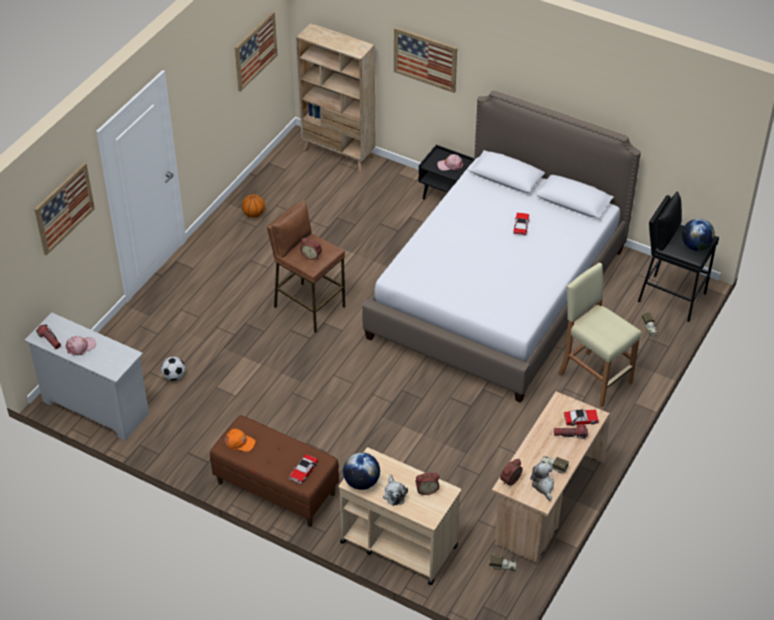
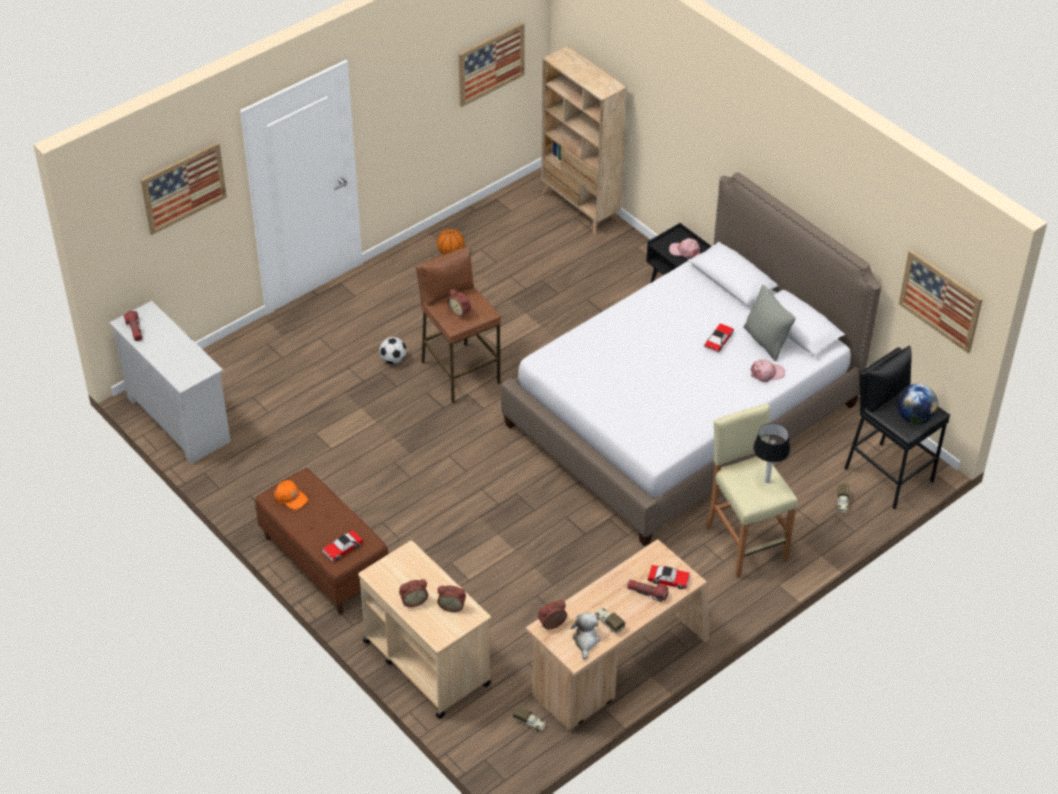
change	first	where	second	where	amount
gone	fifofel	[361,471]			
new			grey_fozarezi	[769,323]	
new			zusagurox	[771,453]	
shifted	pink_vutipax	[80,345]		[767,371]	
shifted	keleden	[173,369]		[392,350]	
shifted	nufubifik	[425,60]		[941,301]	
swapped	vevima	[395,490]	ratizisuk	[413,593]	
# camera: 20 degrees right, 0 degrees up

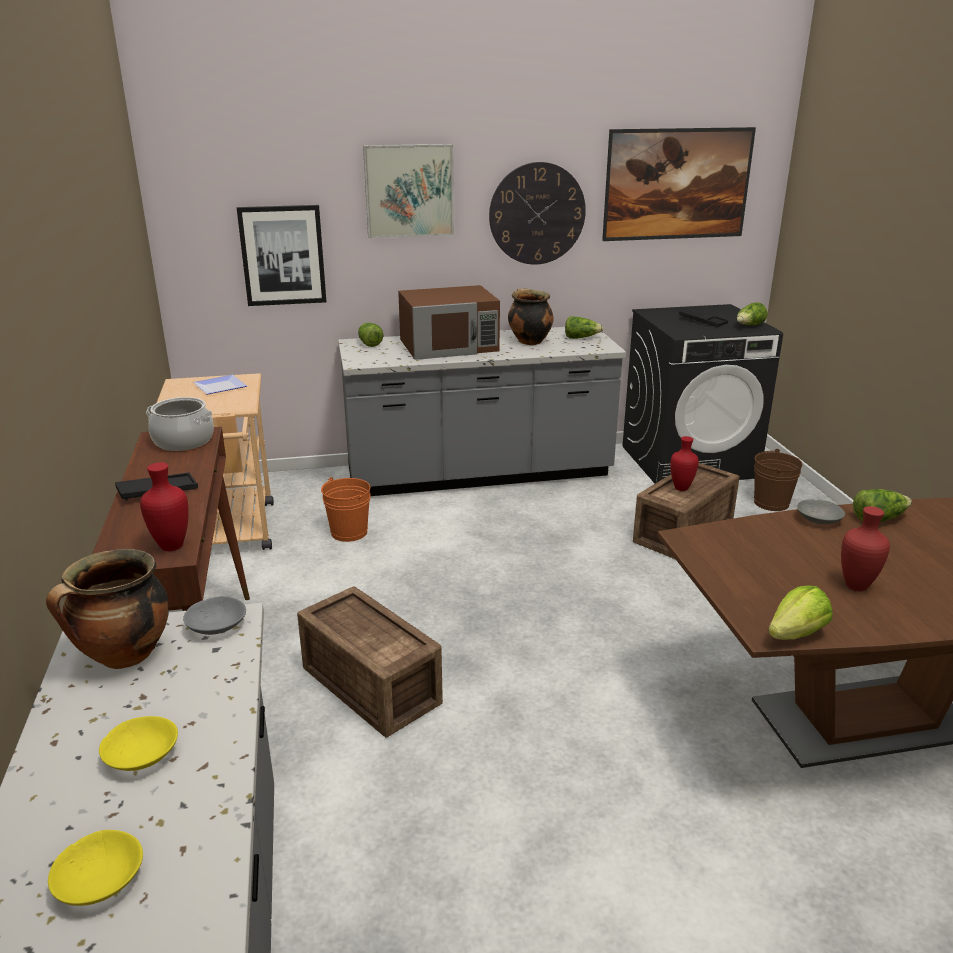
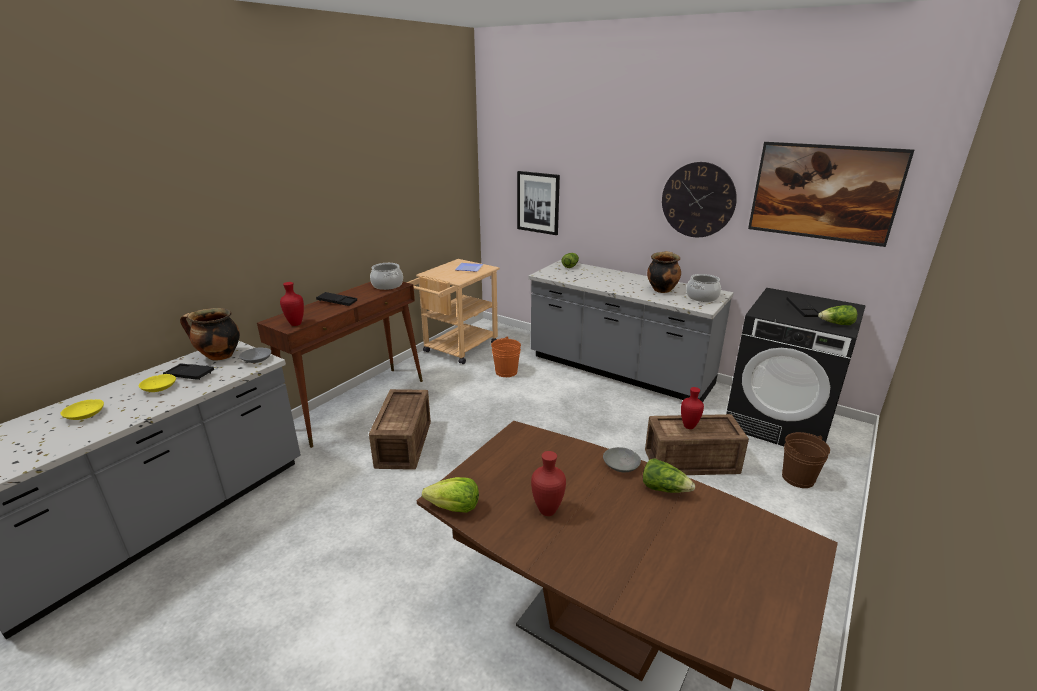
change	first	where	second	where	amount
gone	nufubifik	[408,191]			
gone	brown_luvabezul	[449,322]			
new			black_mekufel	[188,371]	
swapped	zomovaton	[584,327]	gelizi	[703,288]	
# camera: 45 degrees right, 0 degrees up

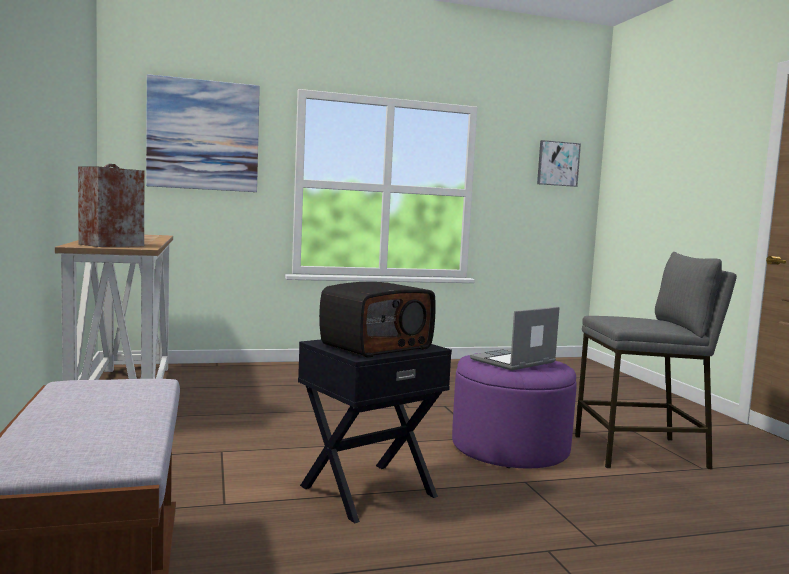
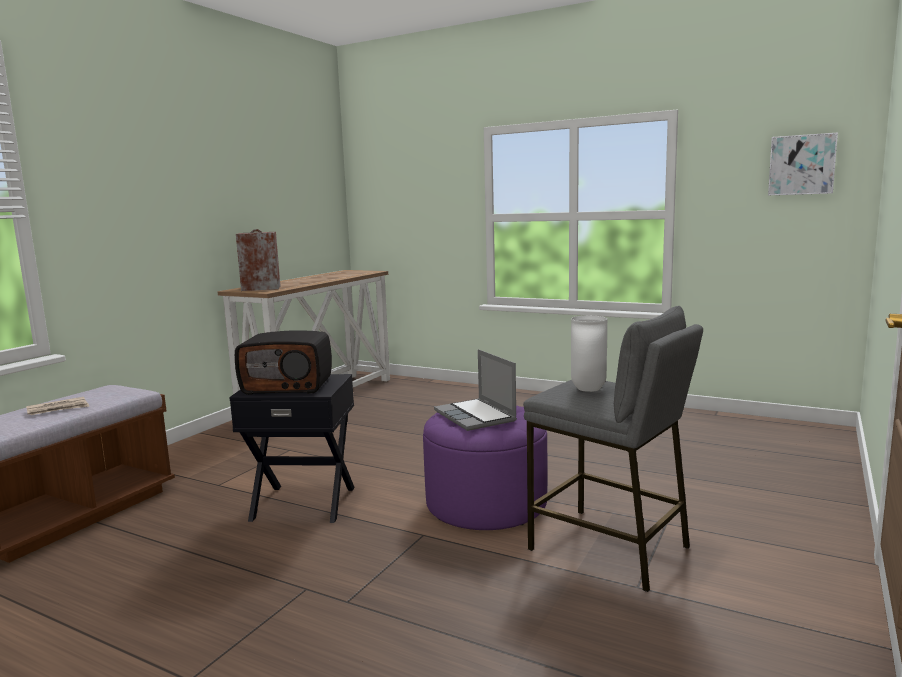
change	first	where	second	where	amount
gone	nufubifik	[203,133]			
new			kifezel	[58,406]	
new			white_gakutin	[589,354]	
rotated	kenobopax	[515,339]		[475,390]	120 degrees counterclockwise
# camera: 45 degrees right, 5 degrees up

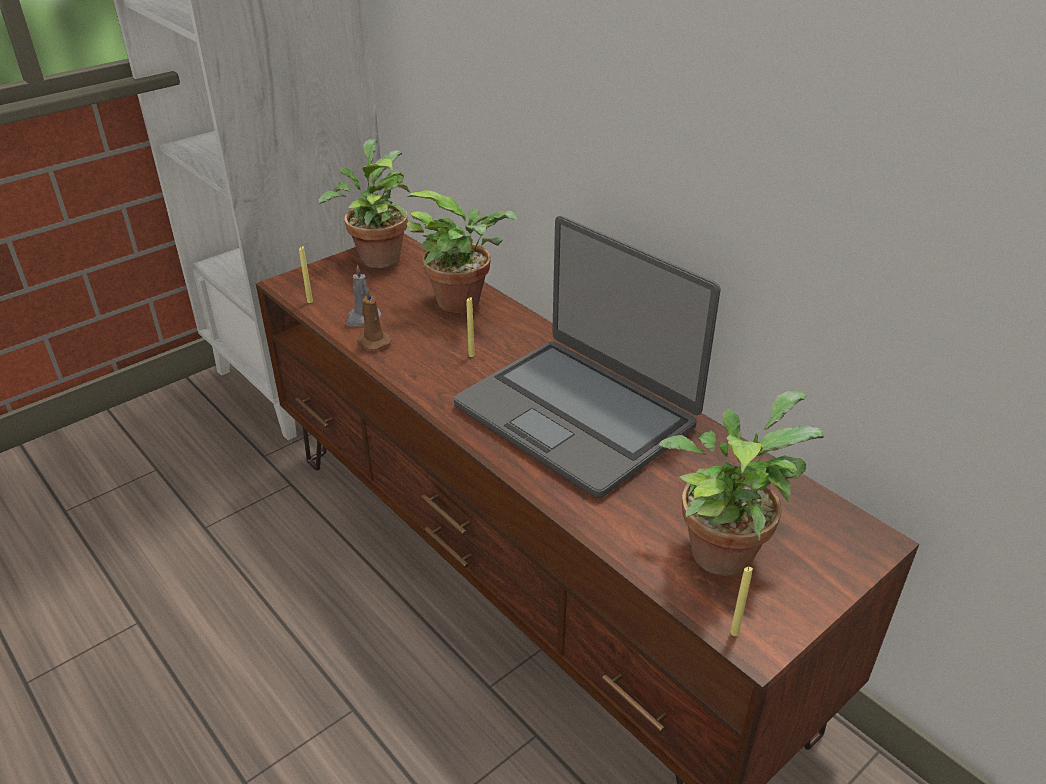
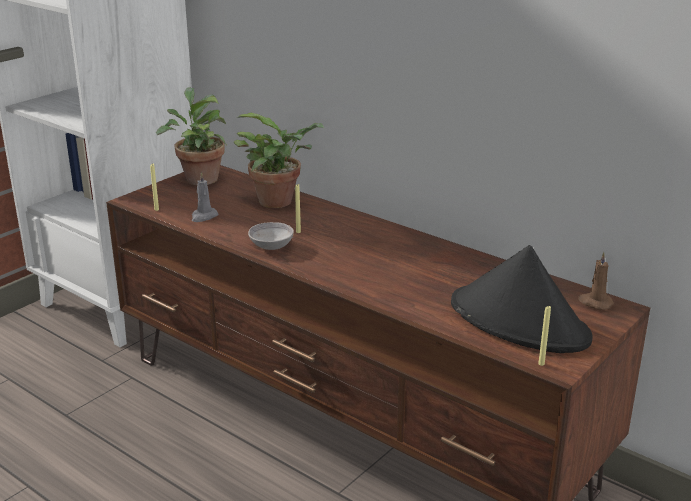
change	first	where	second	where	amount
gone	kenobopax	[587,357]			
new			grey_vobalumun	[271,236]	
shifted	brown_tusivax	[374,319]		[596,281]	
swapped	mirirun	[741,483]	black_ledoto	[521,299]	
# camera: 10 degrees left, 10 degrees down

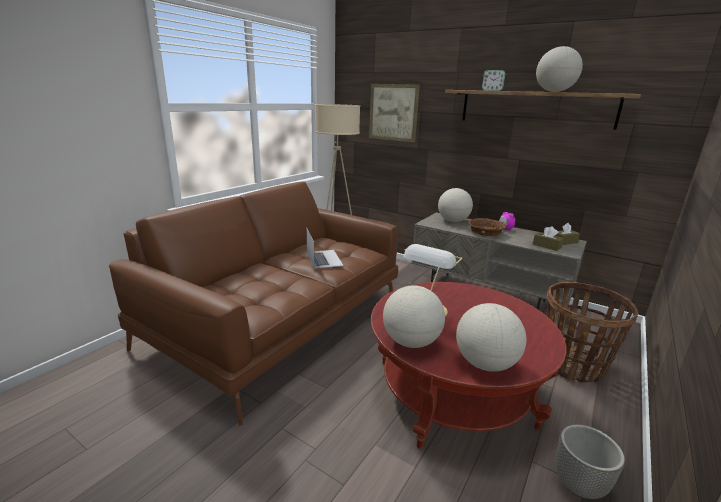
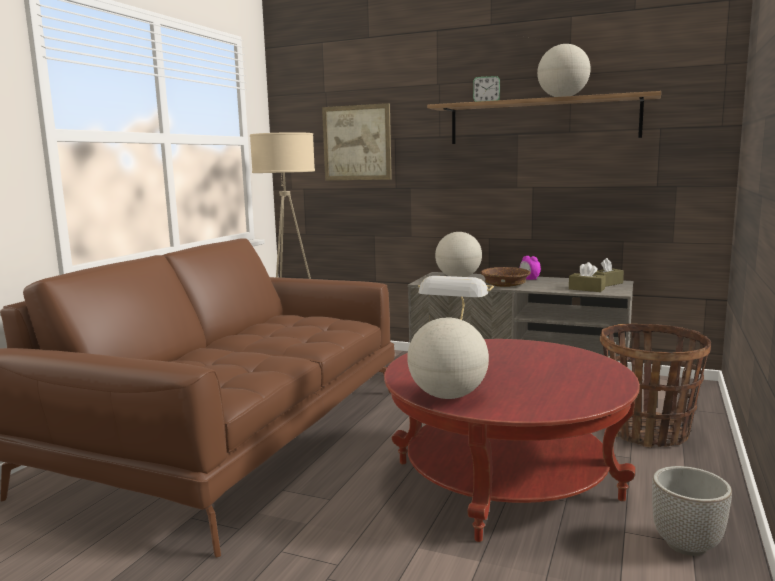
change	first	where	second	where	amount
gone	kenobopax	[325,248]			
gone	fifofel	[491,337]			
# camera: 10 degrees left, 10 degrees down

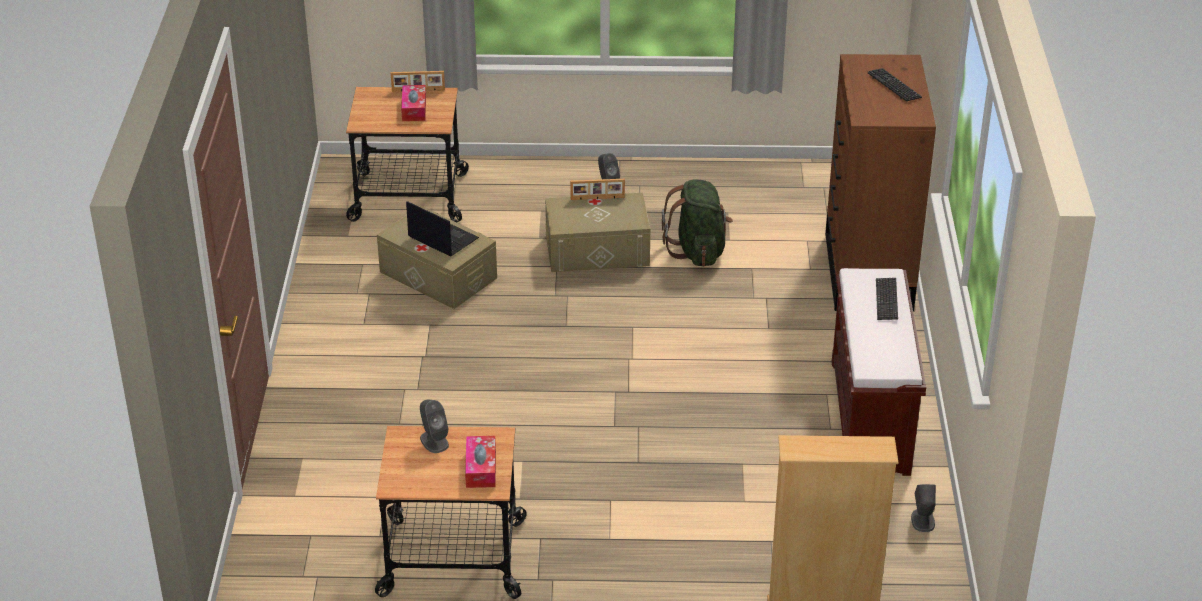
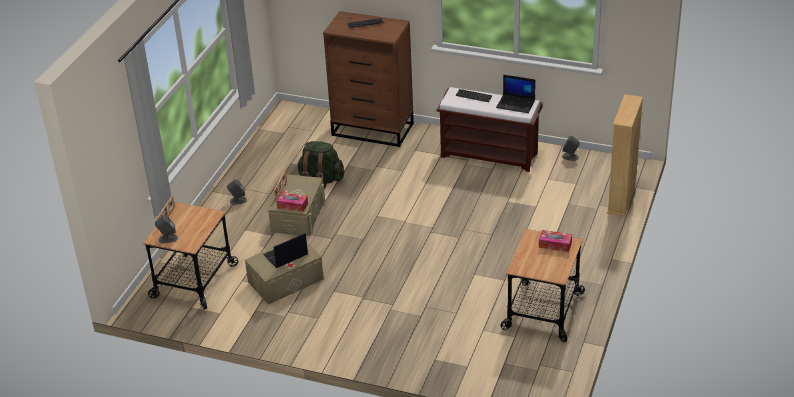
change	first	where	second	where	amount
new			kenobopax	[516,94]	
shifted	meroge	[413,103]		[292,202]	
shifted	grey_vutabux	[434,426]		[166,229]	
# camera: 70 degrees left, 0 degrees up

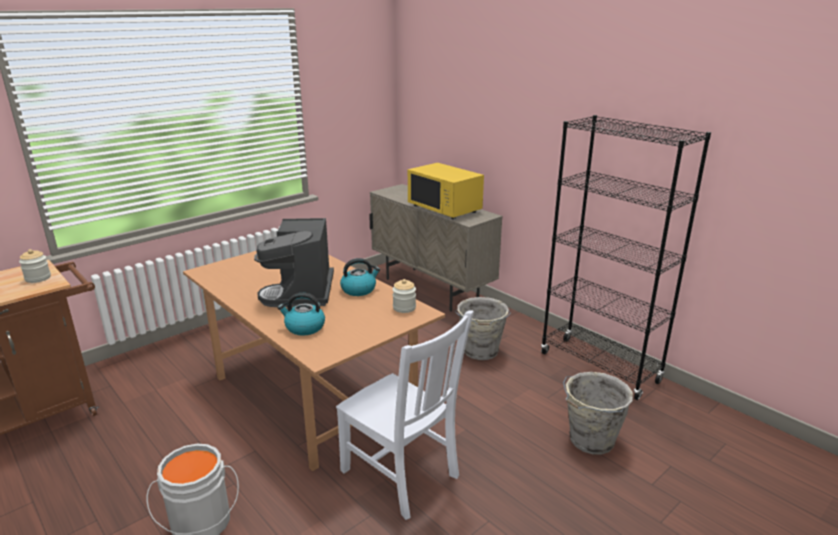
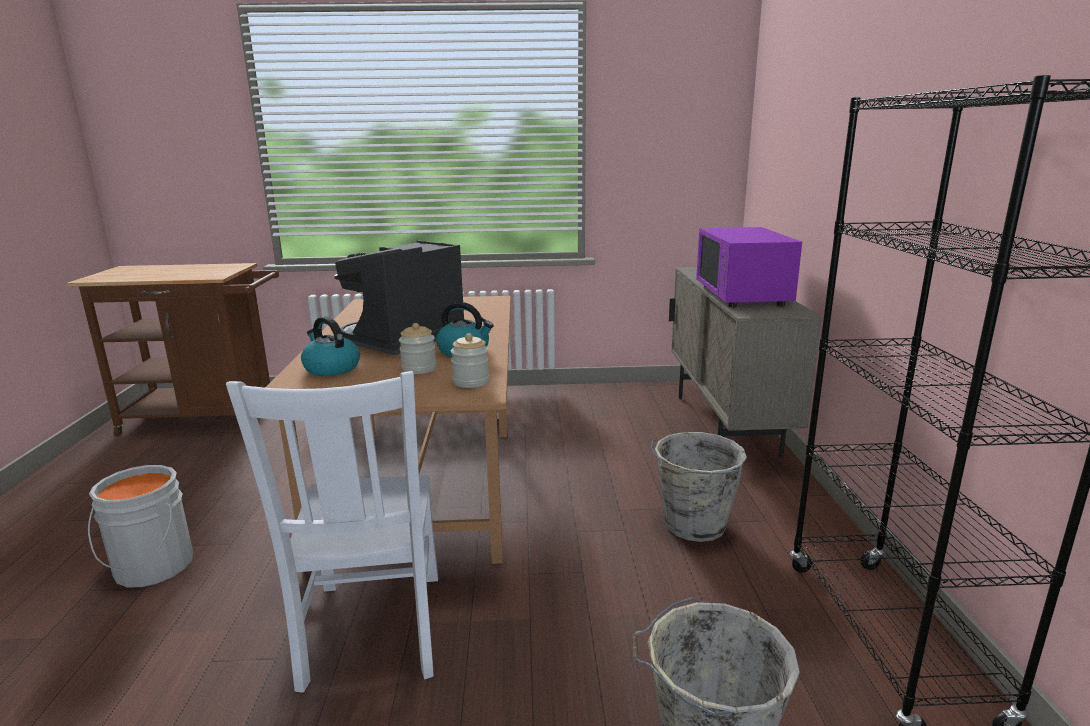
change	first	where	second	where	amount
shifted	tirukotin	[35,266]		[418,348]	
repainted	yellow_luvabezul	[446,191]	purple_luvabezul	[749,267]	
# camera: 40 degrees right, 5 degrees down

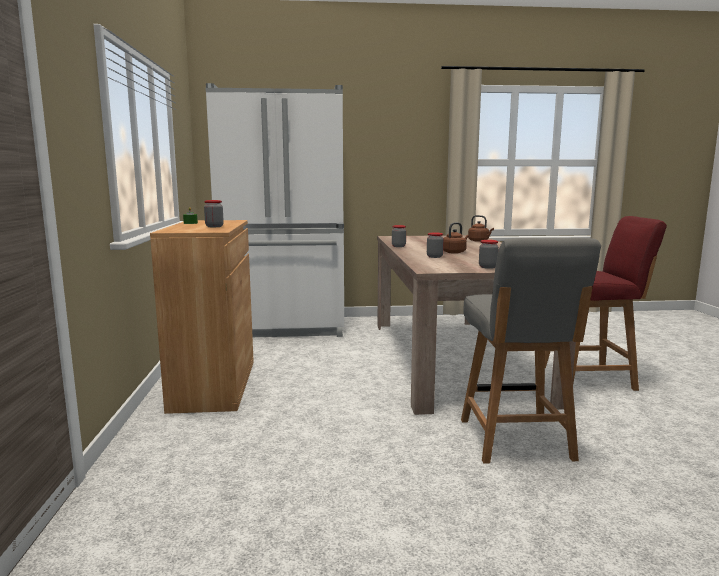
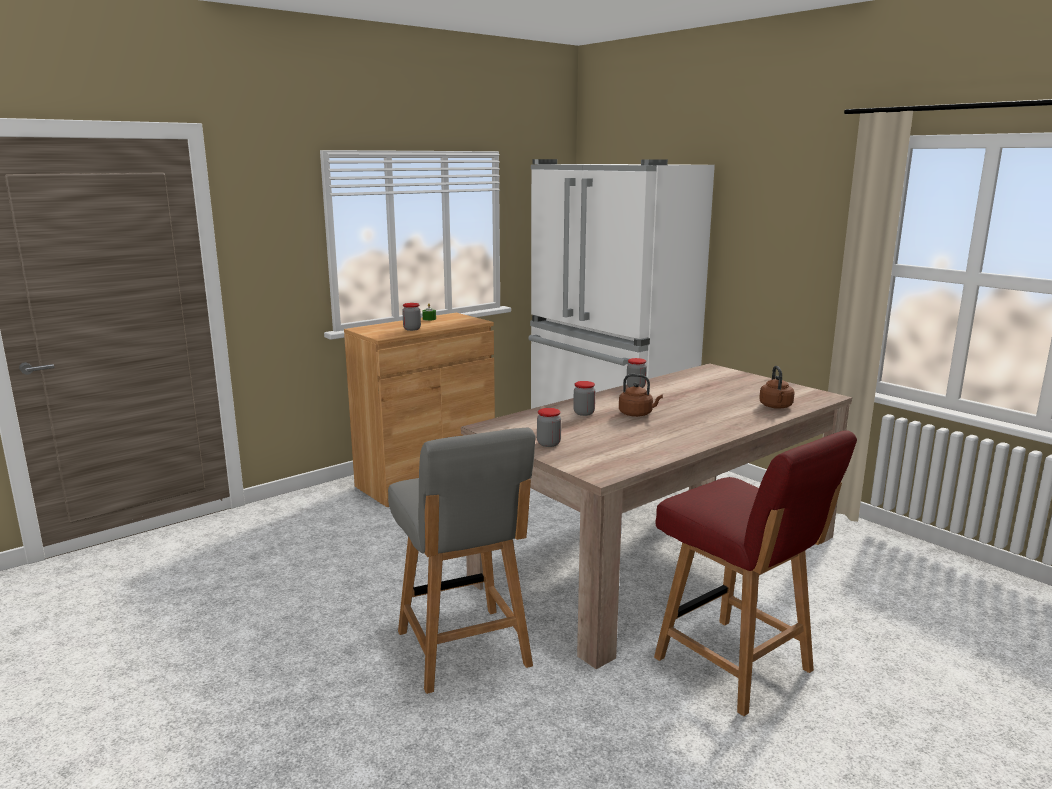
change	first	where	second	where	amount
rotated	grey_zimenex	[531,351]		[462,561]	75 degrees counterclockwise
# camera: 55 degrees right, 5 degrees up

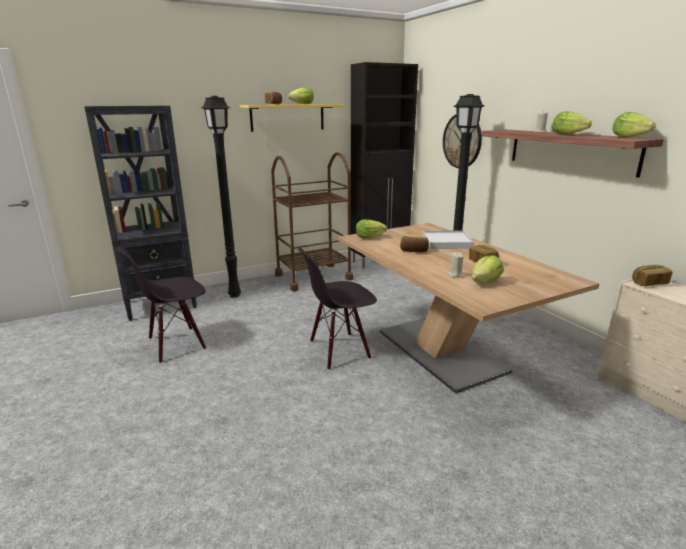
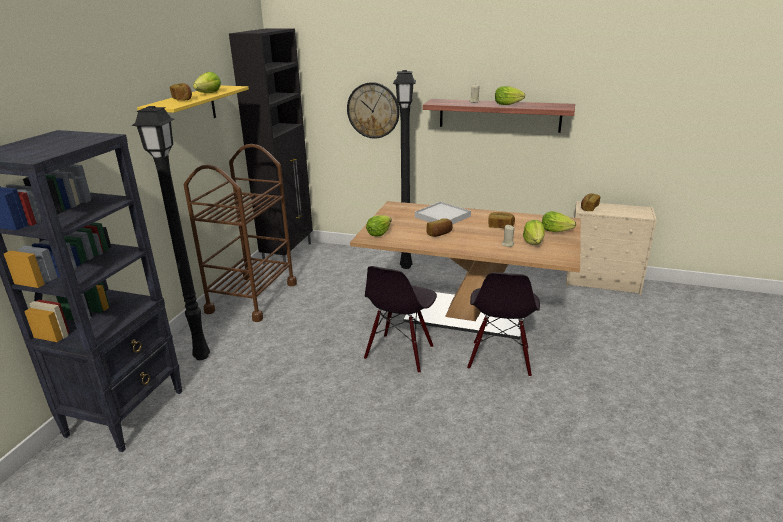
change	first	where	second	where	amount
shifted	black_zimenex	[161,304]		[503,324]	
shifted	zomovaton	[634,124]		[559,221]	
# camera: 45 degrees left, 5 degrees up

